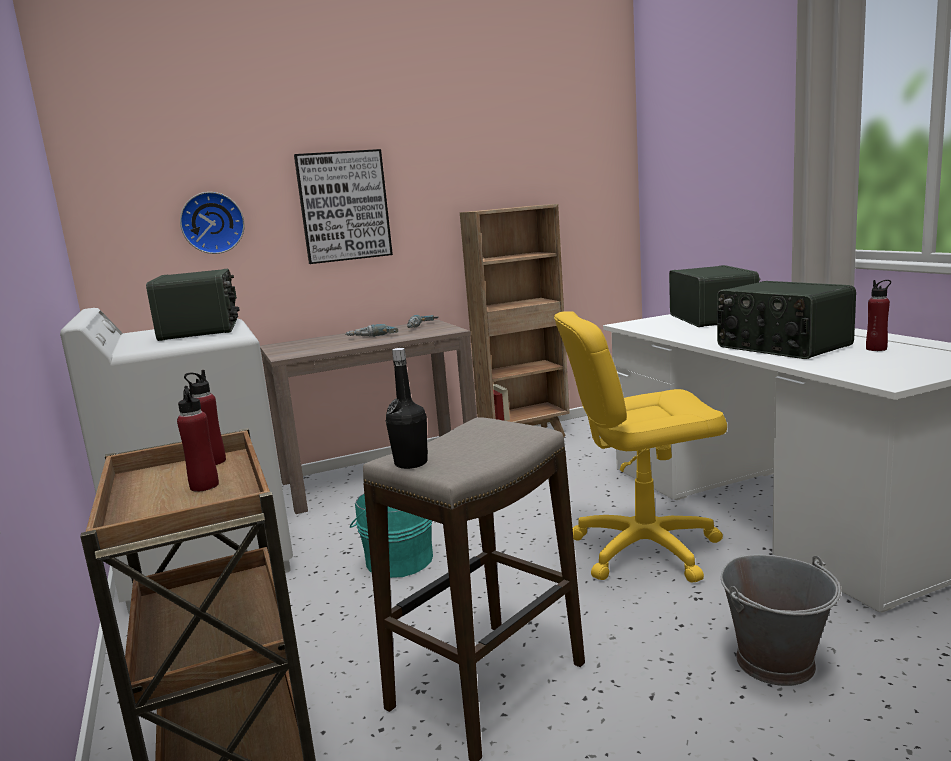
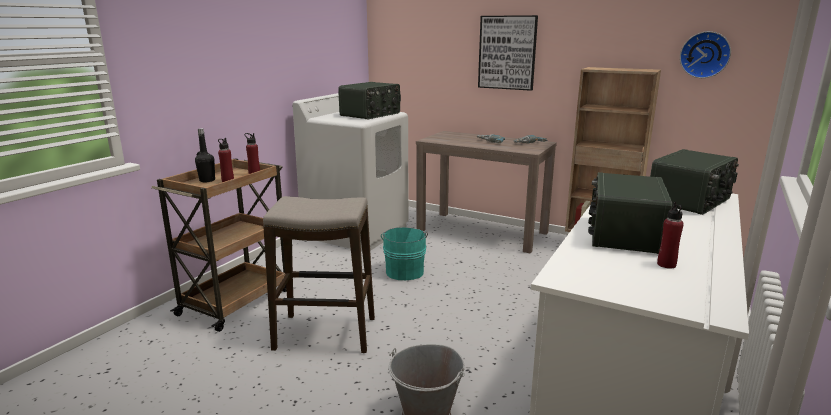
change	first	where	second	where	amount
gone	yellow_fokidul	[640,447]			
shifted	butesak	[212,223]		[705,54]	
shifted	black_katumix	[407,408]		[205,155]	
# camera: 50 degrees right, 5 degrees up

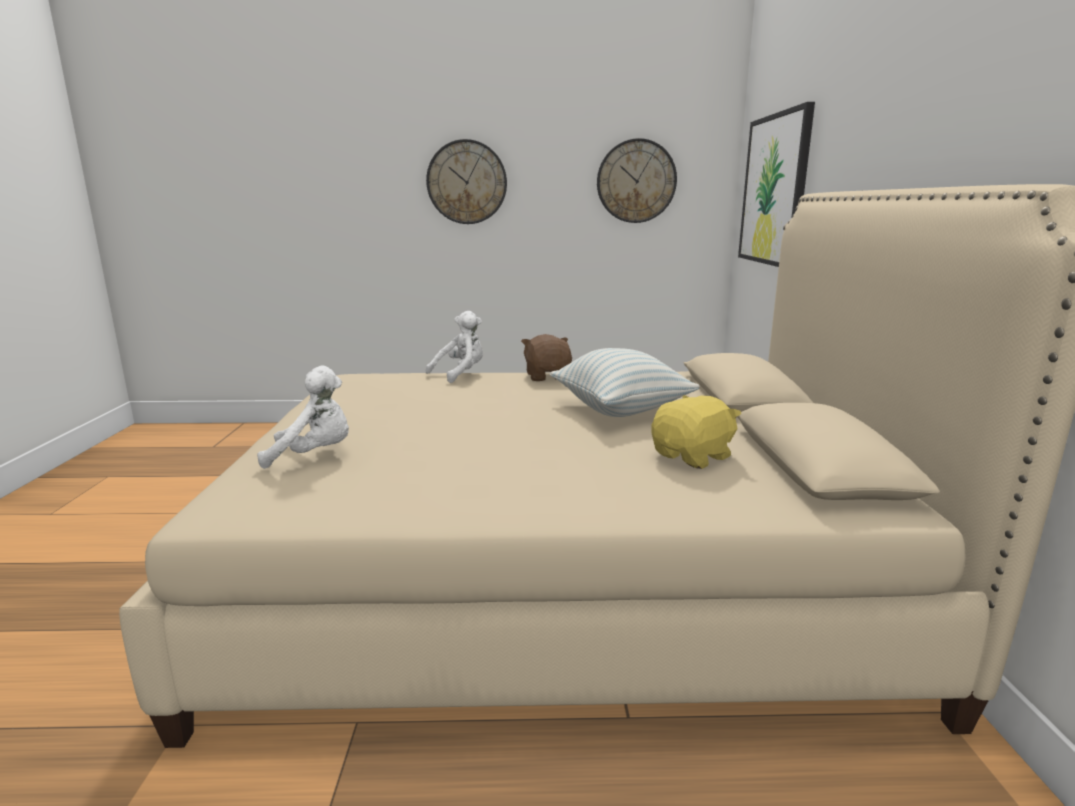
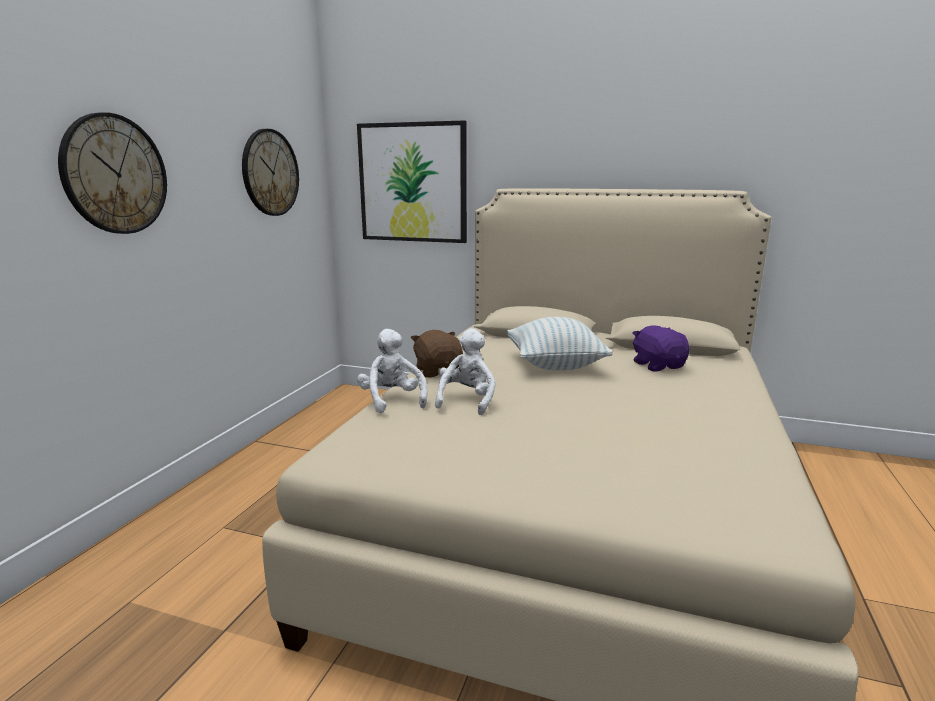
change	first	where	second	where	amount
shifted	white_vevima	[303,417]		[465,371]	
repainted	yellow_vevima	[696,432]	purple_vevima	[661,348]	
rotated	brown_vevima	[546,357]		[437,353]	60 degrees clockwise
# camera: 70 degrees left, 0 degrees up

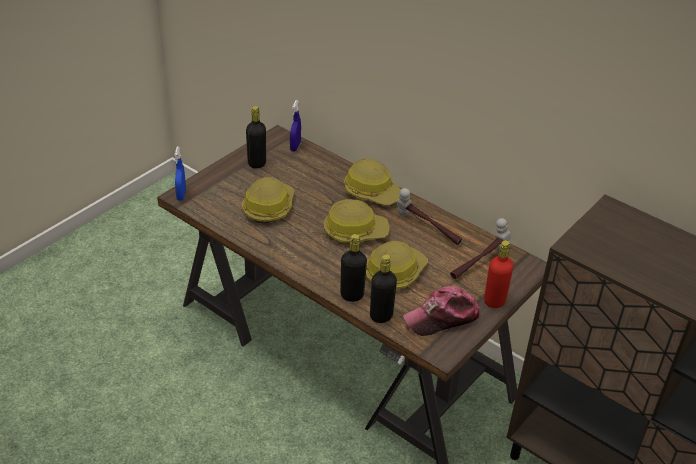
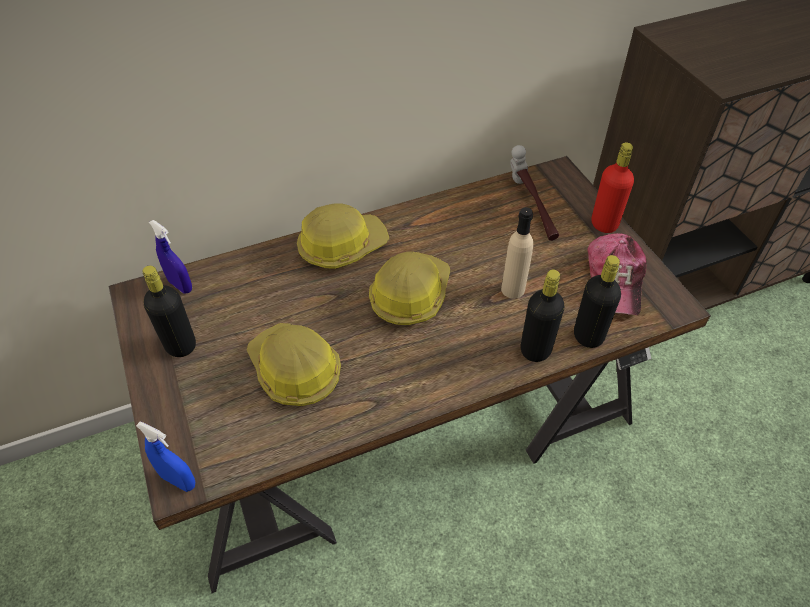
change	first	where	second	where	amount
gone	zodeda	[429,216]			
swapped	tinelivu	[397,265]	beige_katumix	[517,253]	
# camera: 60 degrees left, 10 degrees up

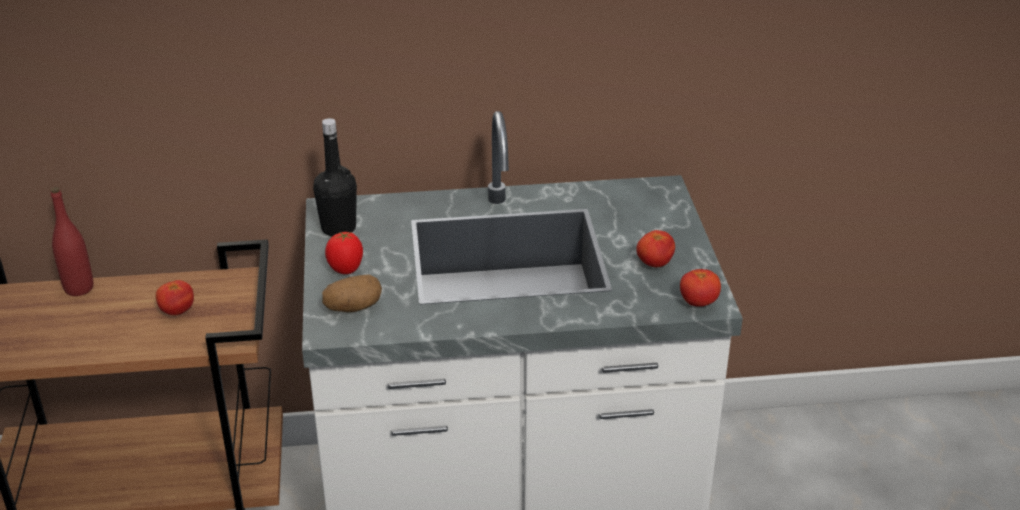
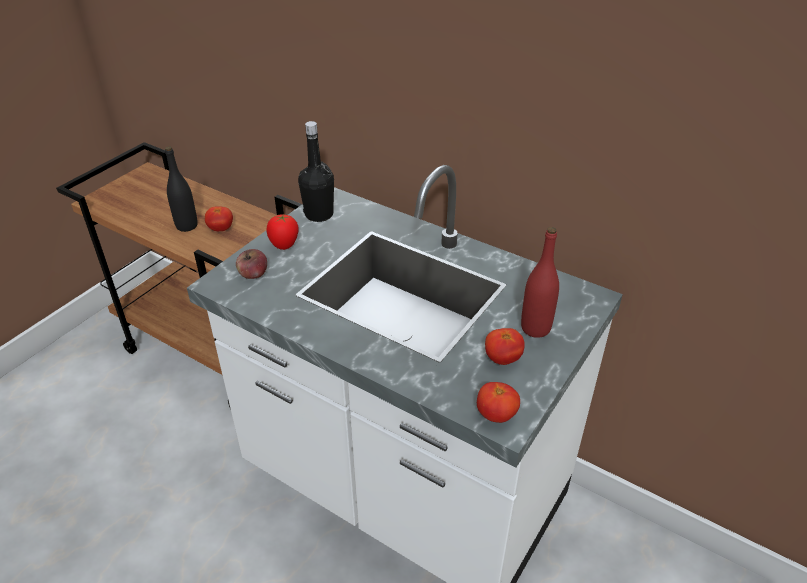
change	first	where	second	where	amount
new			black_katumix	[181,189]	
shifted	red_katumix	[72,241]		[540,282]	
swapped	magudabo	[352,293]	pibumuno	[251,264]	
# camera: 40 degrees right, 5 degrees up

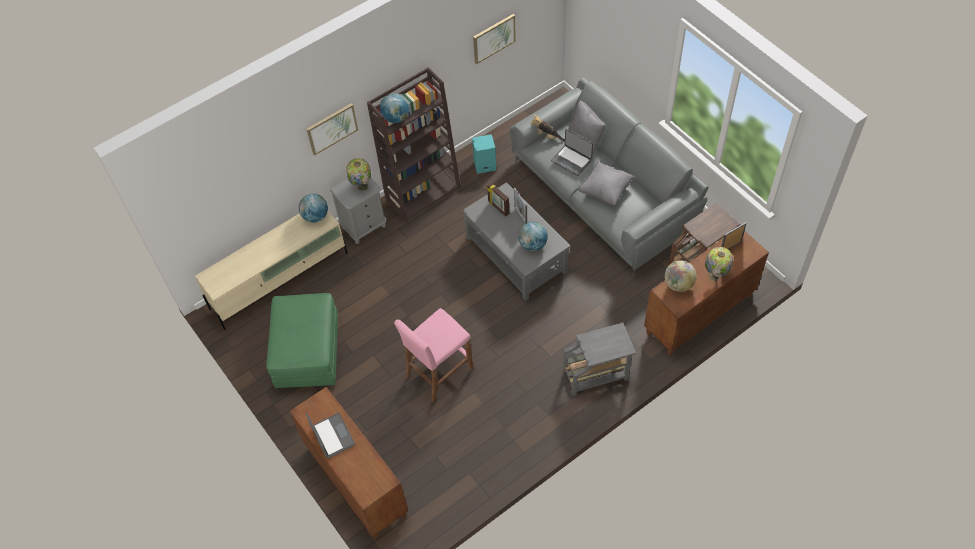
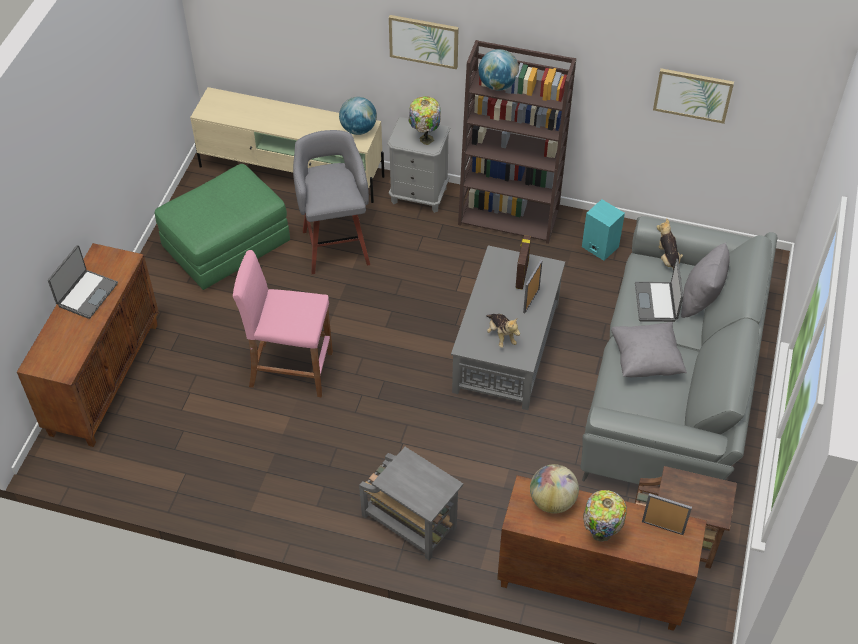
change	first	where	second	where	amount
new			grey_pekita	[331,202]	
swapped	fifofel	[533,236]	vevima	[503,331]	
# camera: 50 degrees right, 5 degrees down

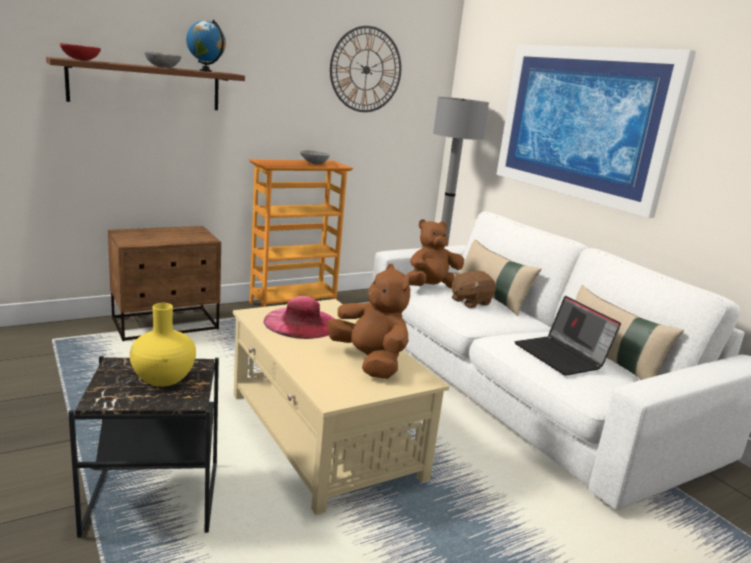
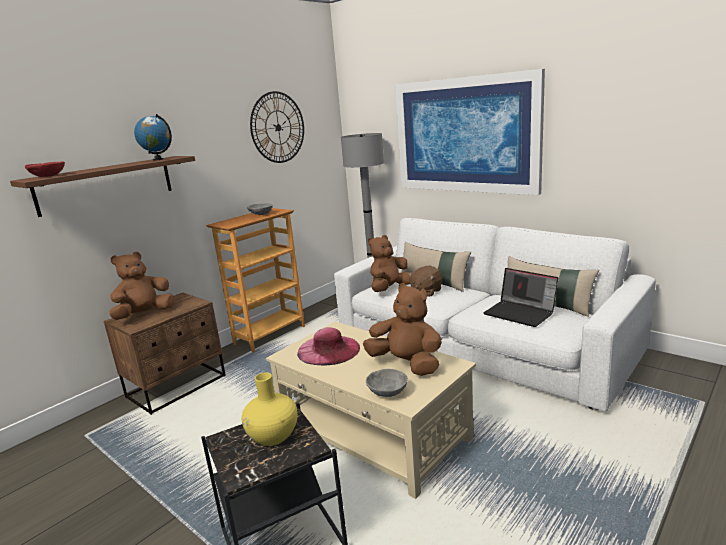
change	first	where	second	where	amount
new			brown_vevima	[142,286]	
shifted	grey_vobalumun	[162,60]		[387,383]	
# camera: 15 degrees left, 0 degrees up

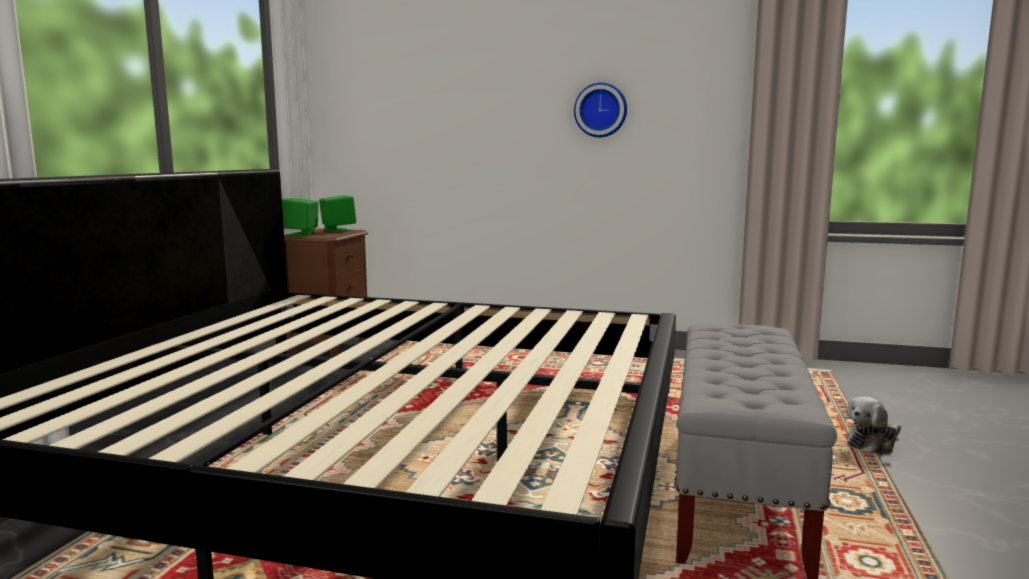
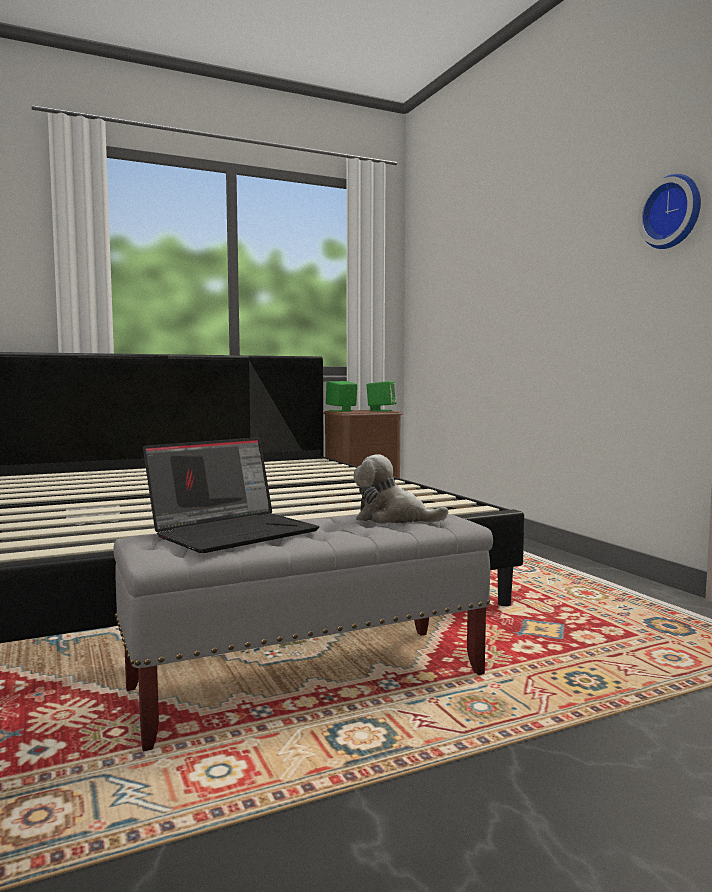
change	first	where	second	where	amount
new			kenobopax	[231,495]	
shifted	butesak	[600,110]		[669,211]	
shifted	vevima	[874,425]		[401,489]	
# camera: 50 degrees right, 5 degrees down

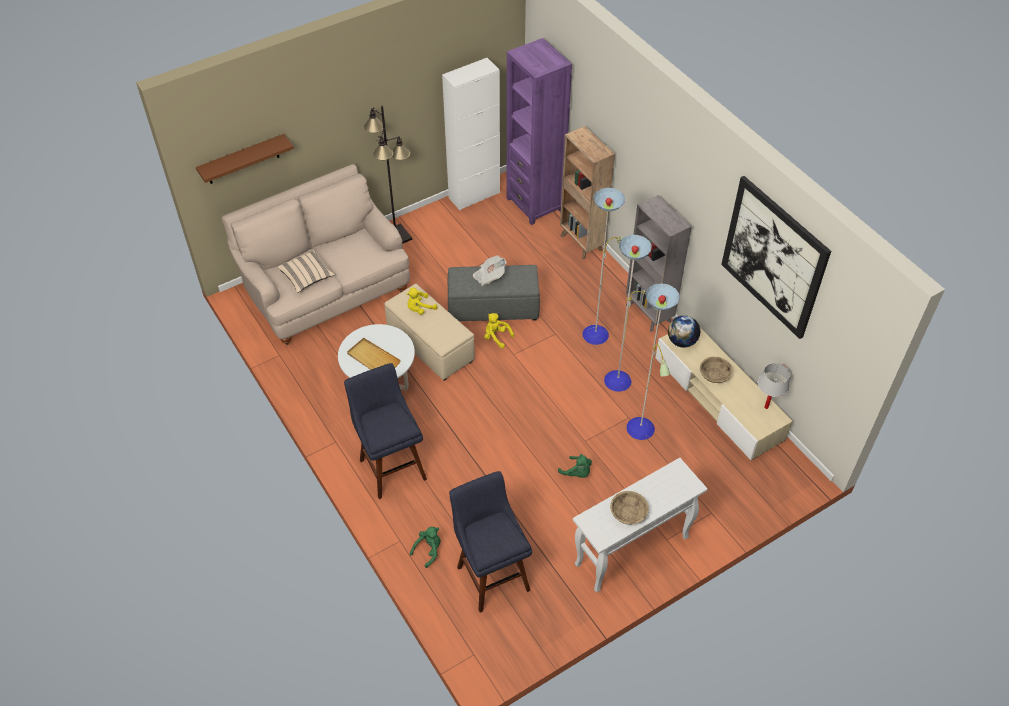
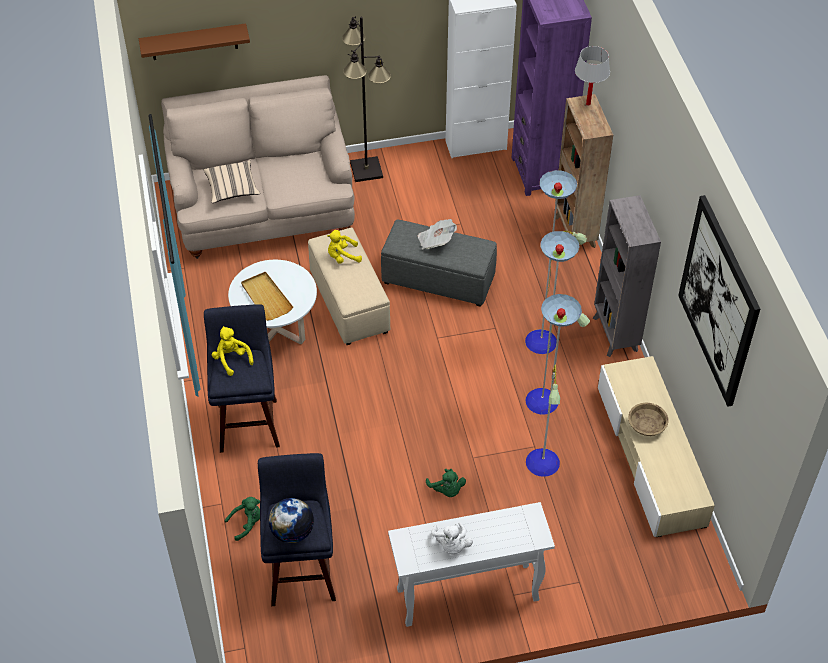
change	first	where	second	where	amount
shifted	yellow_vevima	[499,330]		[232,351]	
shifted	fifofel	[684,331]		[291,520]	
shifted	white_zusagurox	[774,386]		[592,76]	
swapped	beige_vobalumun	[629,508]	white_vevima	[452,538]	
# camera: 20 degrees right, 0 degrees up

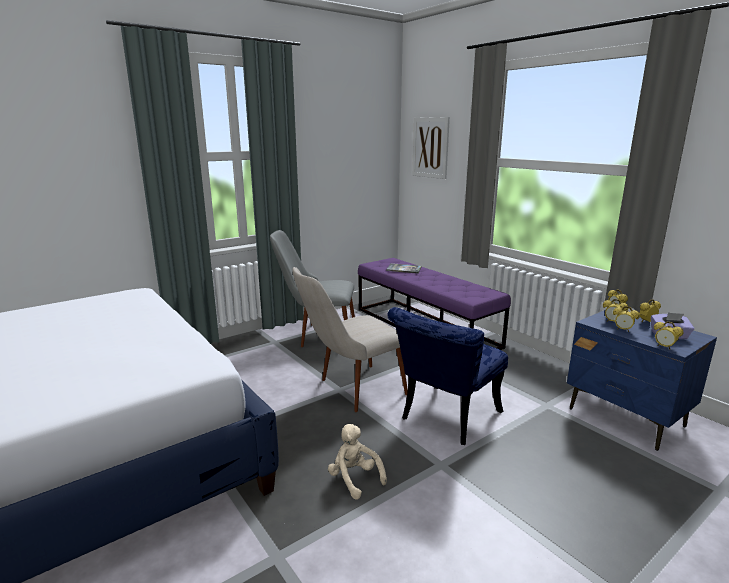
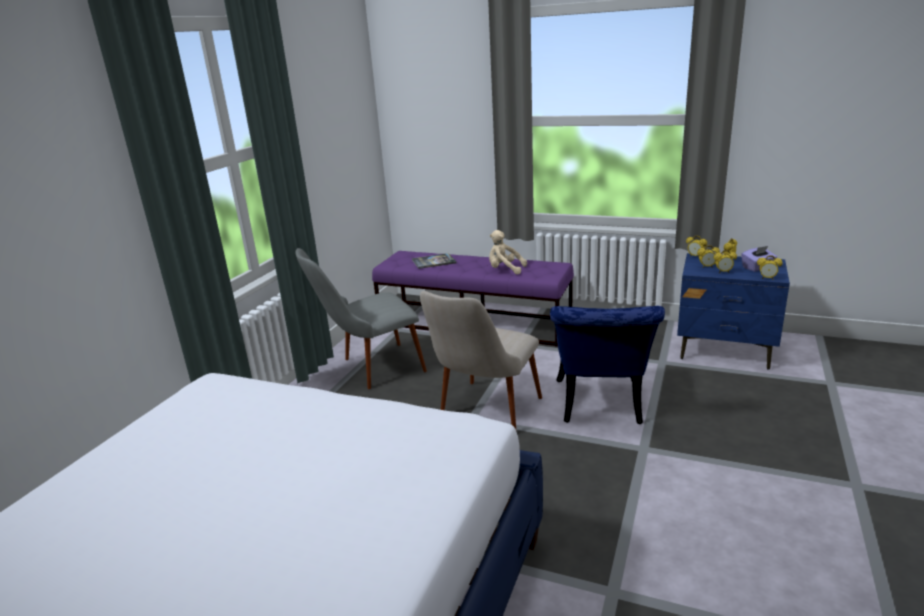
change	first	where	second	where	amount
gone	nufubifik	[431,148]			
shifted	beige_vevima	[357,462]		[508,252]	
# camera: 30 degrees left, 5 degrees up

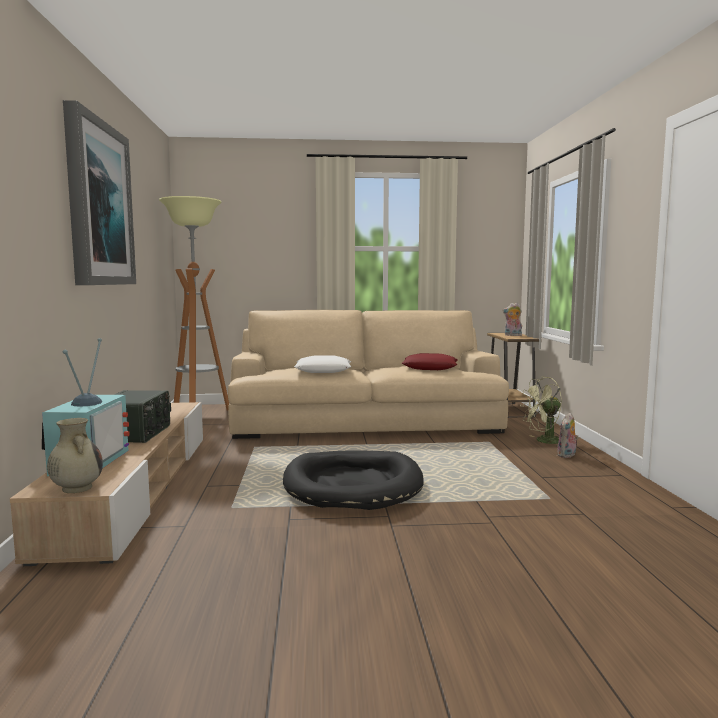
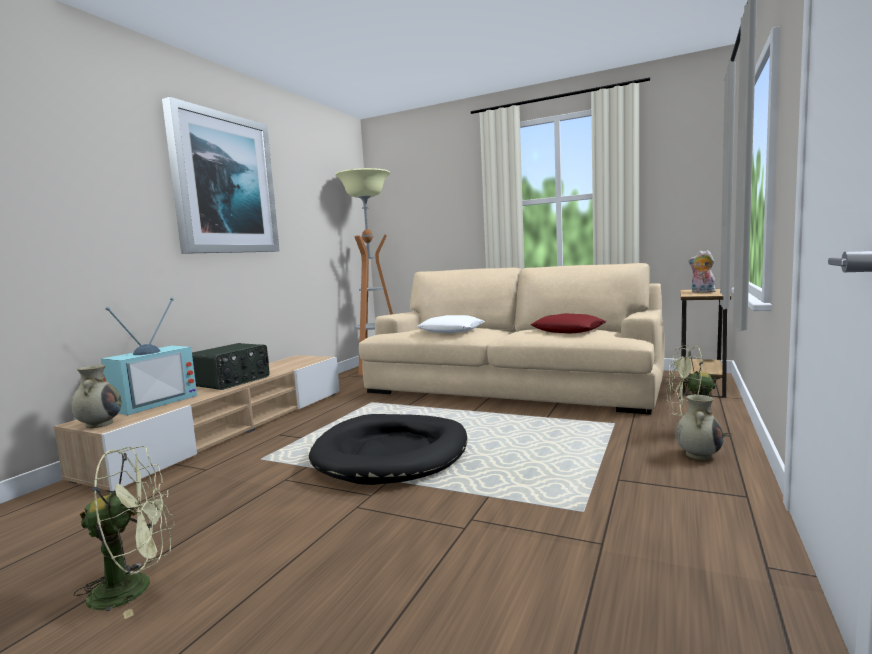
change	first	where	second	where	amount
new			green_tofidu	[124,532]	
swapped	vevima	[568,435]	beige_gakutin	[700,427]	
# camera: 30 degrees right, 0 degrees up

